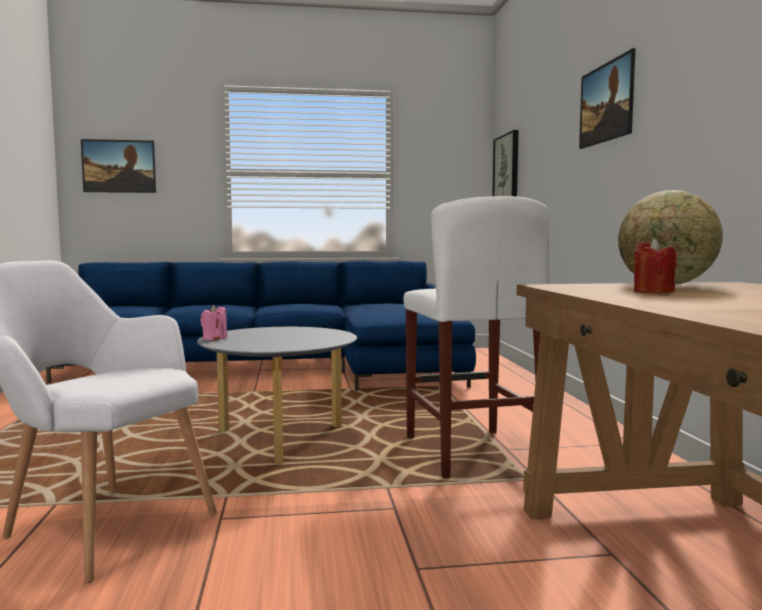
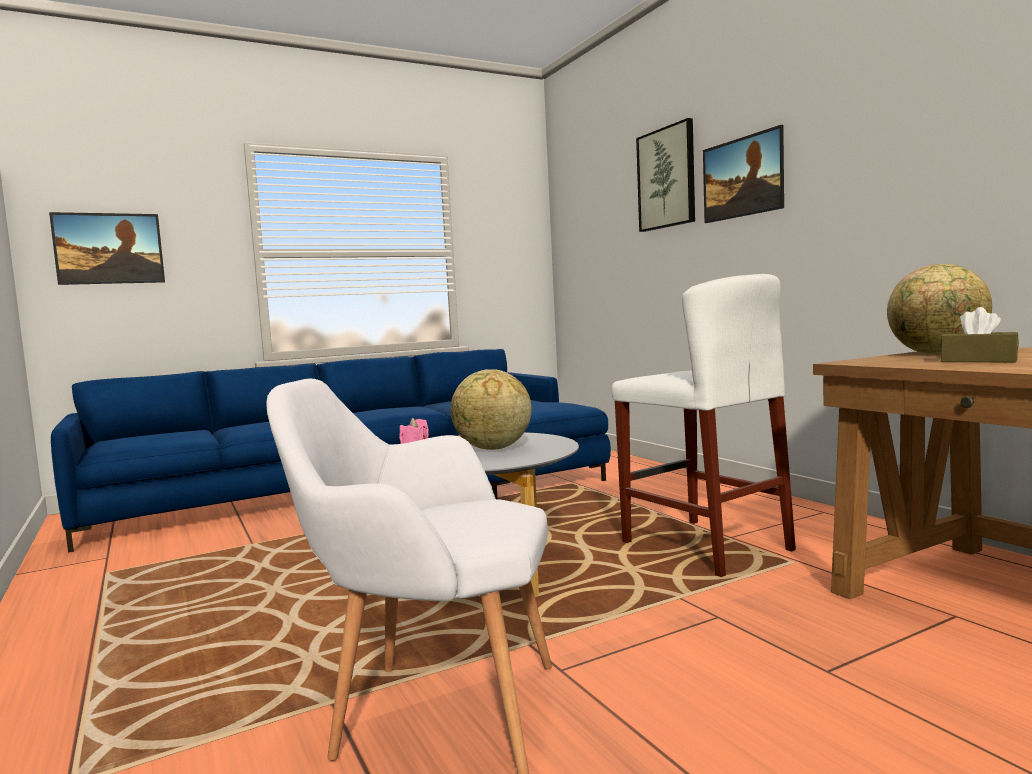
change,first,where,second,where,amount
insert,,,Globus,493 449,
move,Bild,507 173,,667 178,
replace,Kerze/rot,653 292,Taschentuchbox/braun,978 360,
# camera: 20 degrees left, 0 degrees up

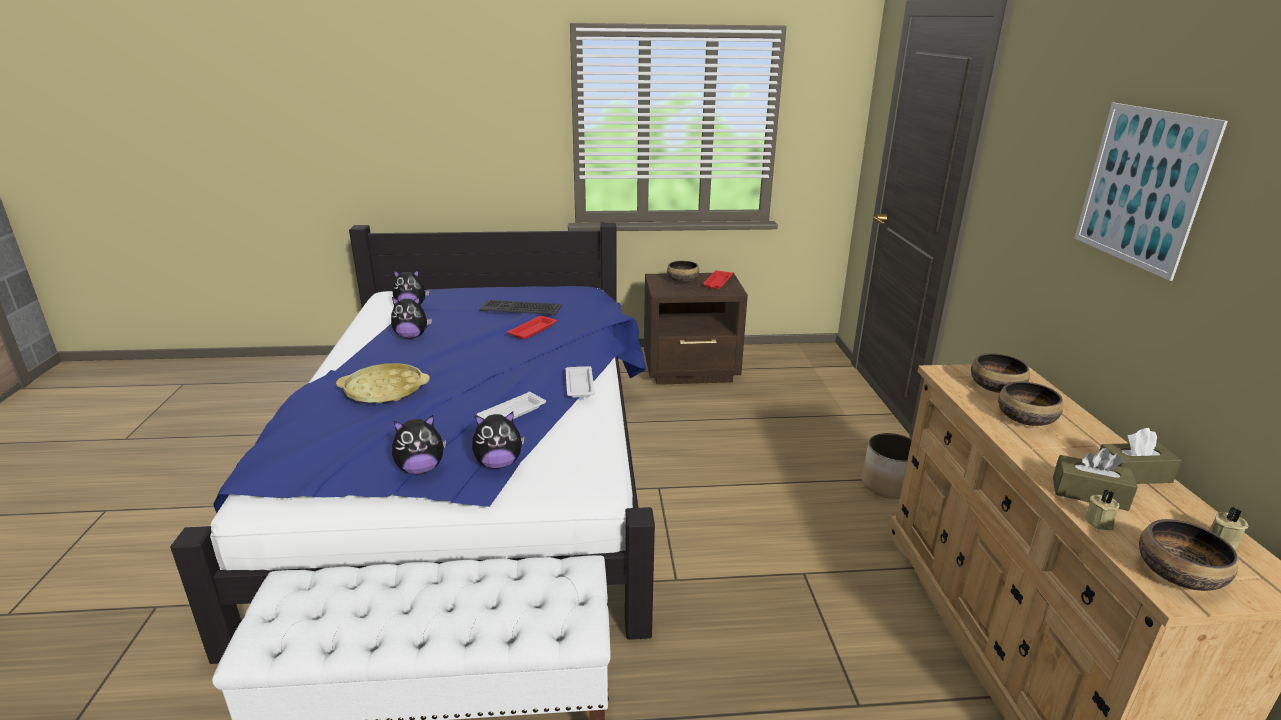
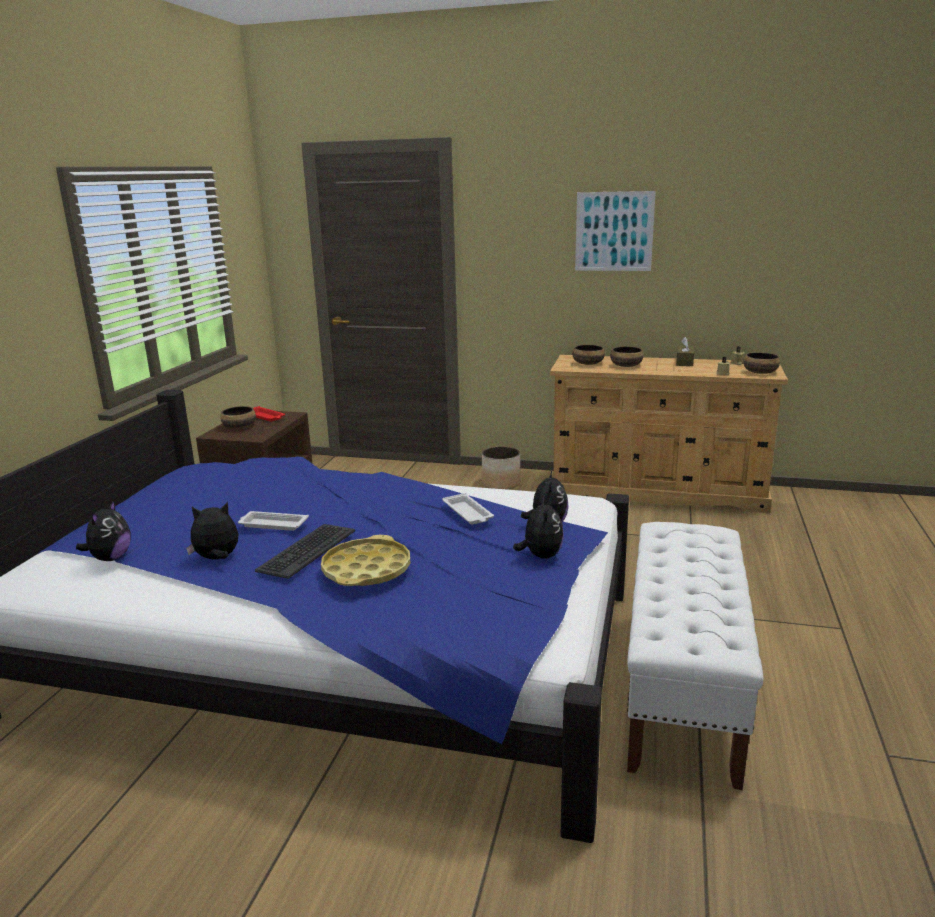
change,first,where,second,where,amount
rotate,Plüschtier,411 336,,217 559,120 degrees counterclockwise
move,Tablett/weiß,579 385,,272 524,
move,Tastatur,521 308,,306 551,
delete,Tablett/rot,533 330,,,
delete,Taschentuchbox/braun,1089 493,,,
# camera: 70 degrees left, 5 degrees down

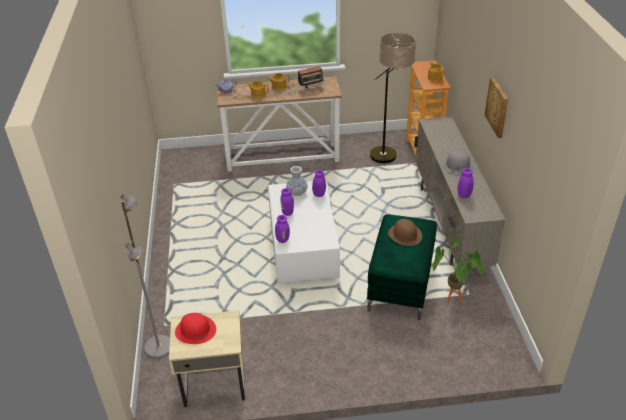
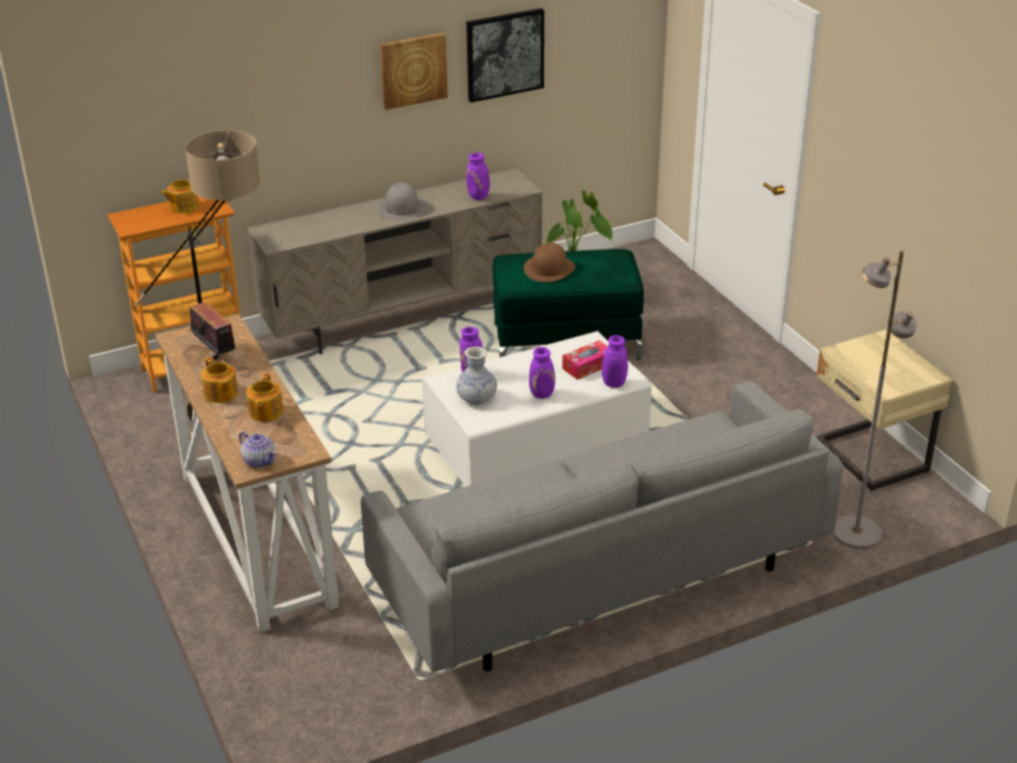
change,first,where,second,where,amount
insert,,,Sofa/grau,599 574,
insert,,,Bild,504 54,
insert,,,Taschentuchbox,588 366,
delete,Hut/rot,195 330,,,
# camera: 110 degrees left, 5 degrees down

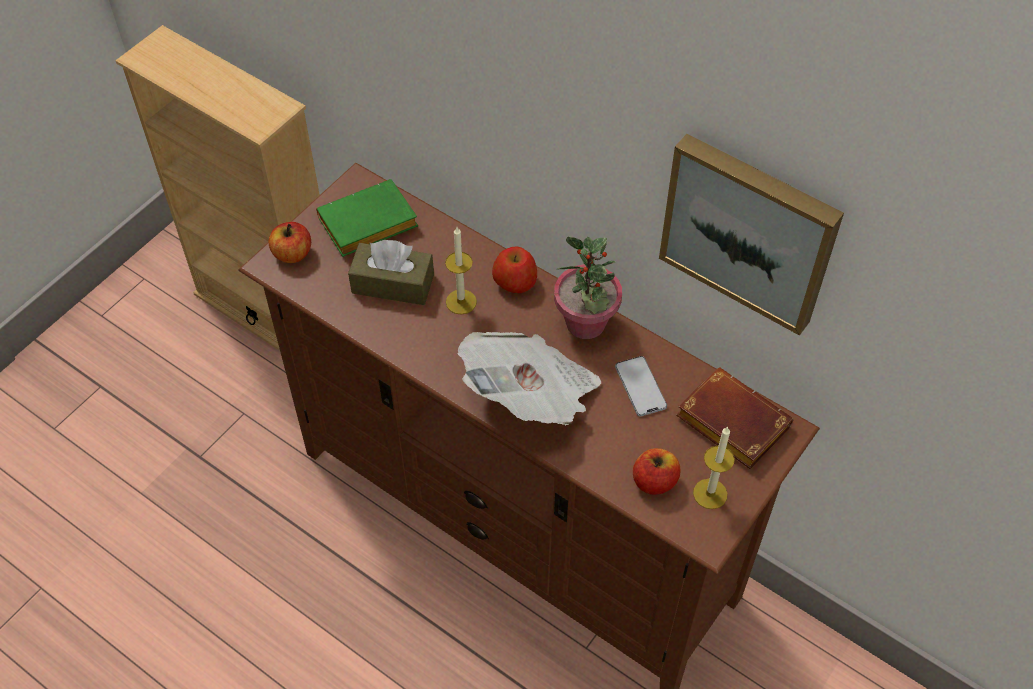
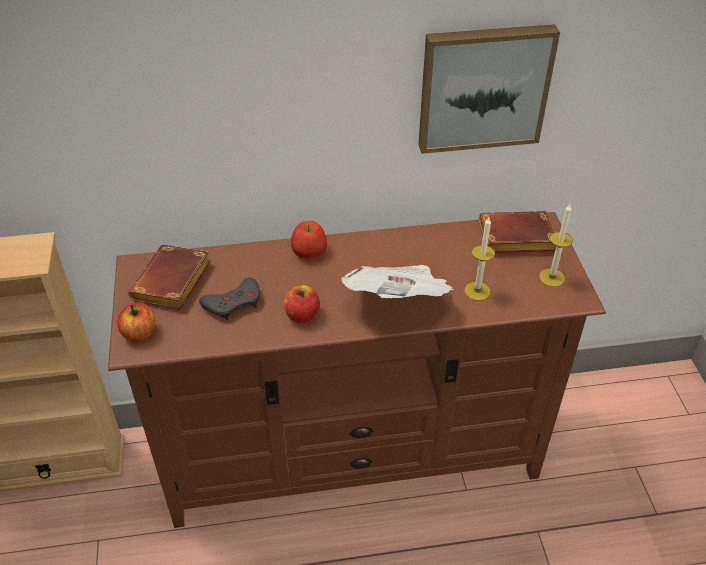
change,first,where,second,where,amount
recolor,Buch/grün,366 226,Buch/braun,173 284,
replace,Taschentuchbox/braun,393 284,Gamepad/grau,233 303,
move,Apfel,654 481,,302 315,
move,Kerze,461 302,,477 291,
delete,Topfpflanze,586 323,,,
delete,Handy,640 387,,,
# camera: 45 degrees left, 10 degrees down

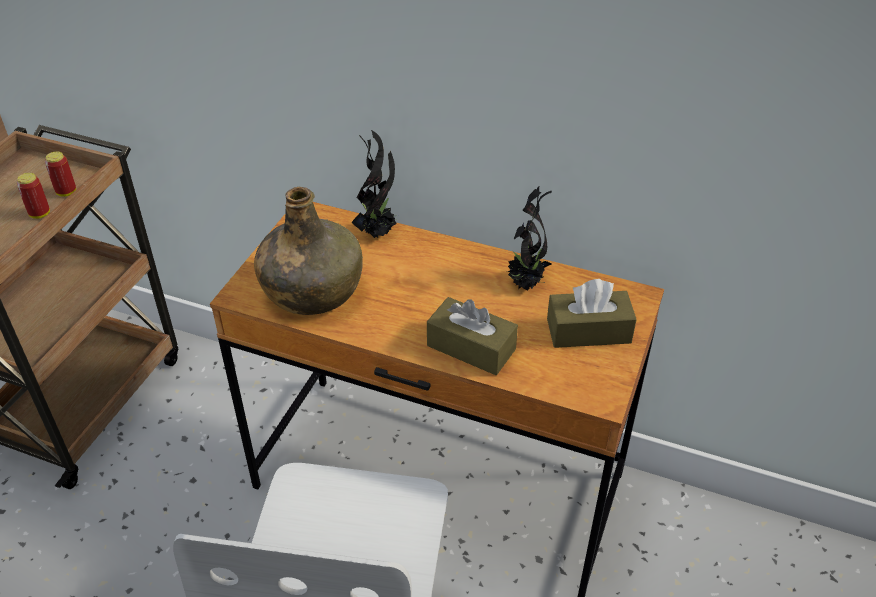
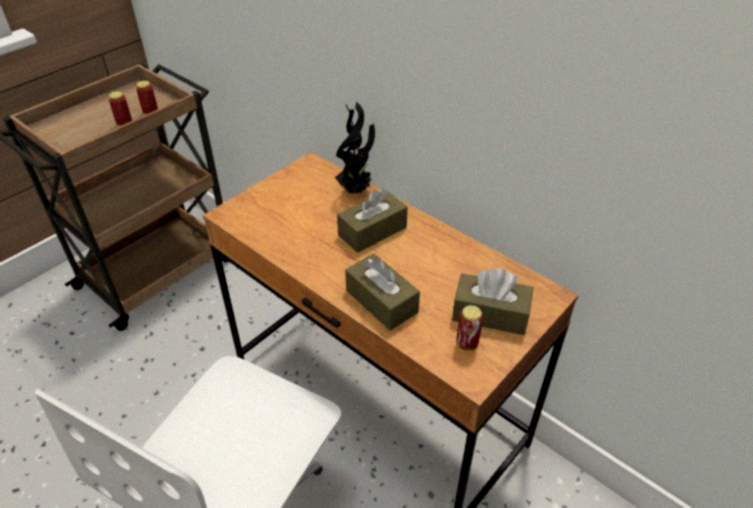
change,first,where,second,where,amount
insert,,,Taschentuchbox/braun,372 231,
insert,,,Dose,467 344,
delete,Flasche/grün,312 290,,,
delete,Topfpflanze,526 284,,,
# camera: 20 degrees right, 0 degrees up

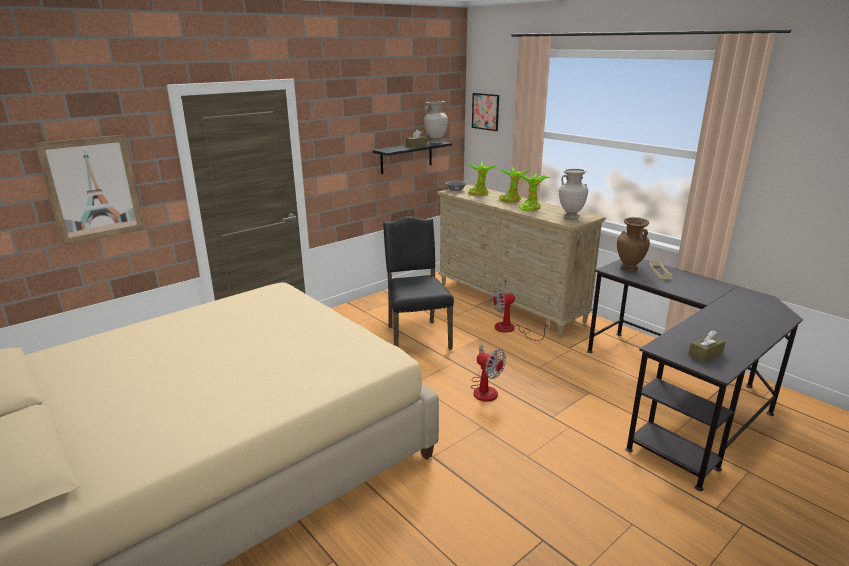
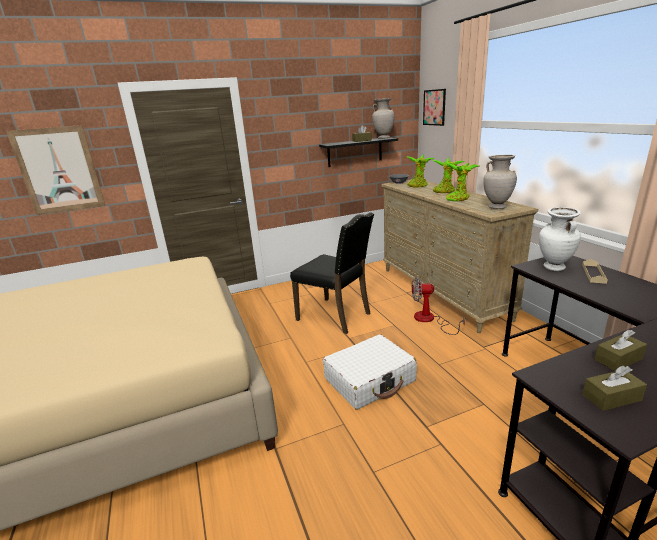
change,first,where,second,where,amount
rotate,Stuhl/schwarz,416 336,,336 316,120 degrees clockwise
replace,Ventilator,485 389,Koffer/weiß,370 380,
recolor,Vase/braun,628 269,Vase/weiß,553 267,
insert,,,Taschentuchbox/braun,618 359,
# camera: 20 degrees right, 0 degrees up

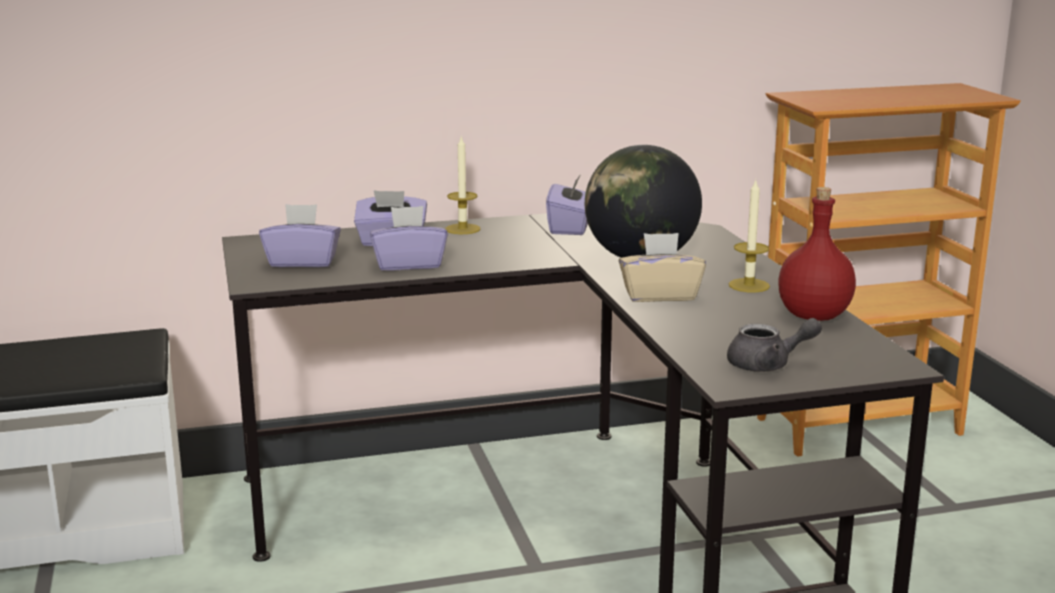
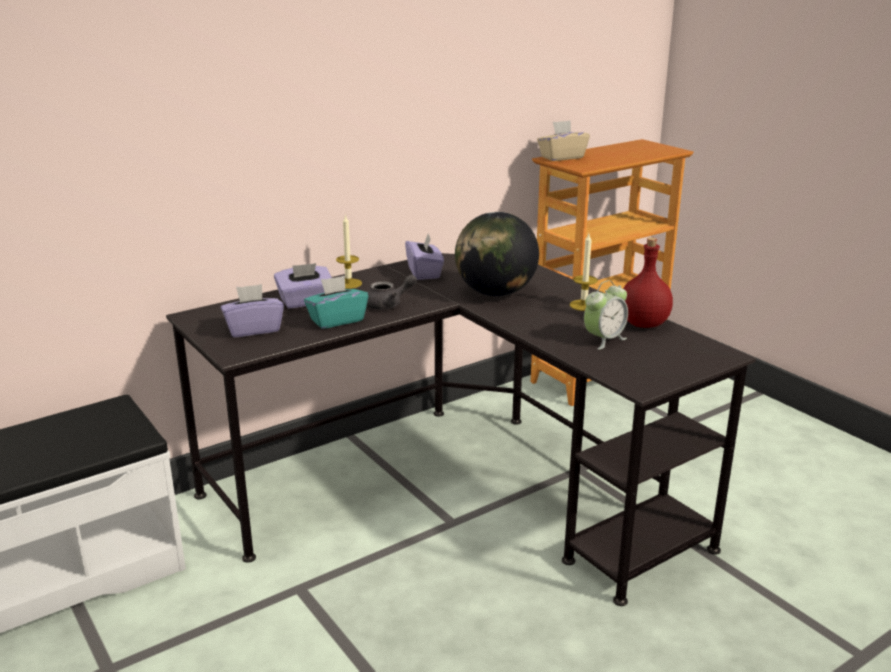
change,first,where,second,where,amount
recolor,Taschentuchbox/lila,409 264,Taschentuchbox/türkis,337 320,
move,Teekanne/grau,768 365,,389 305,
move,Taschentuchbox/beige,659 295,,561 157,
insert,,,Wecker,604 340,
# camera: 20 degrees left, 5 degrees up

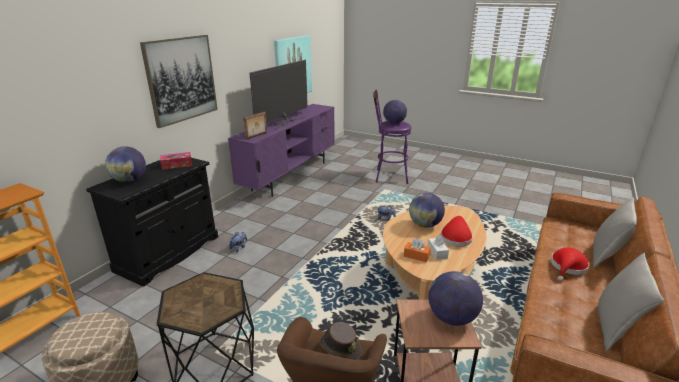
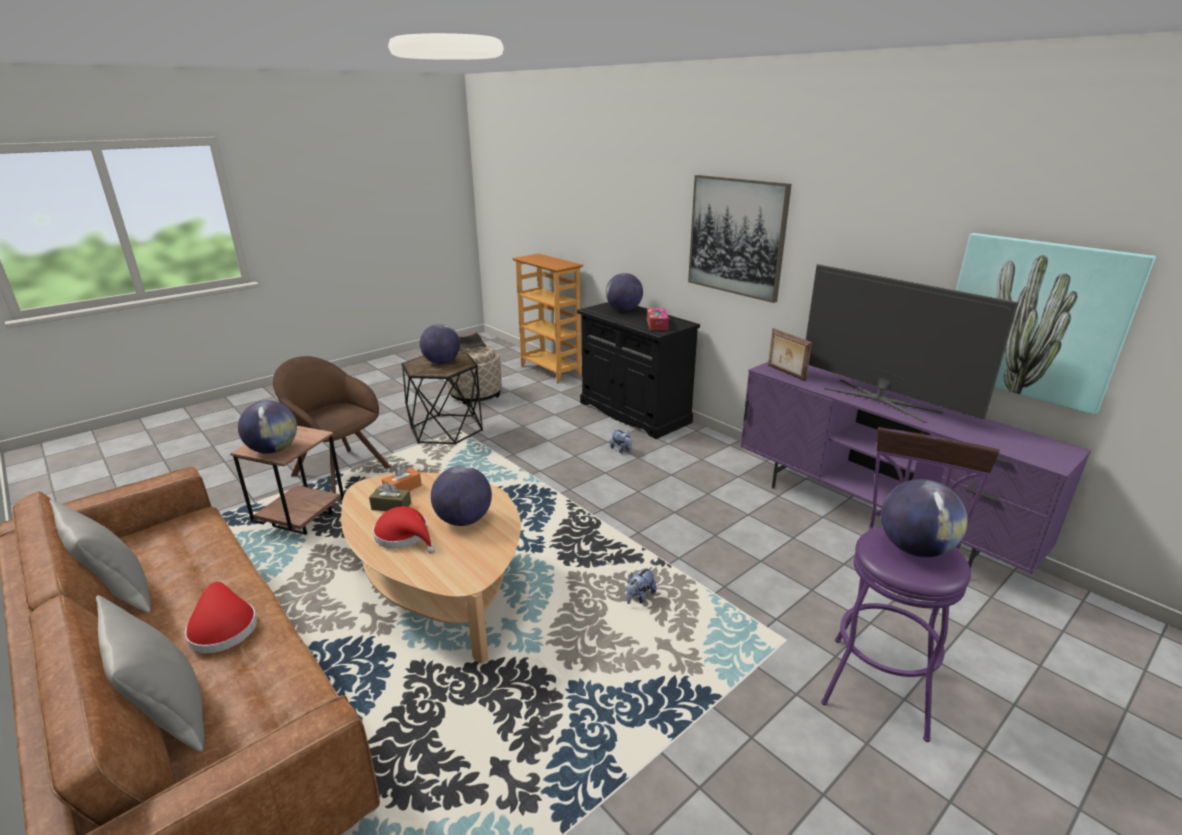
change,first,where,second,where,amount
recolor,Taschentuchbox/weiß,437 252,Taschentuchbox/braun,391 506,
insert,,,Globus,442 362,
move,Hut/braun,340 347,,471 348,
# camera: 110 degrees right, 0 degrees up

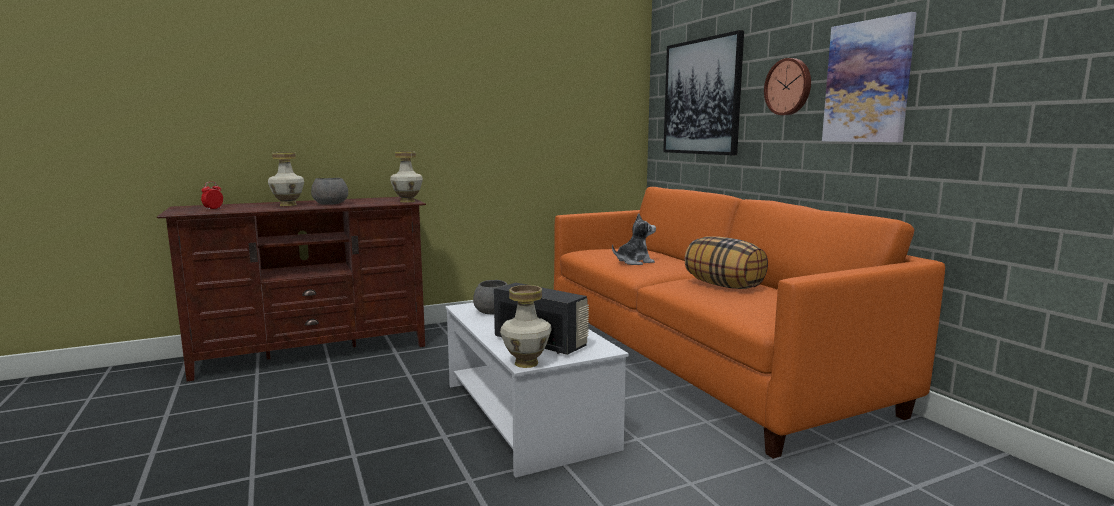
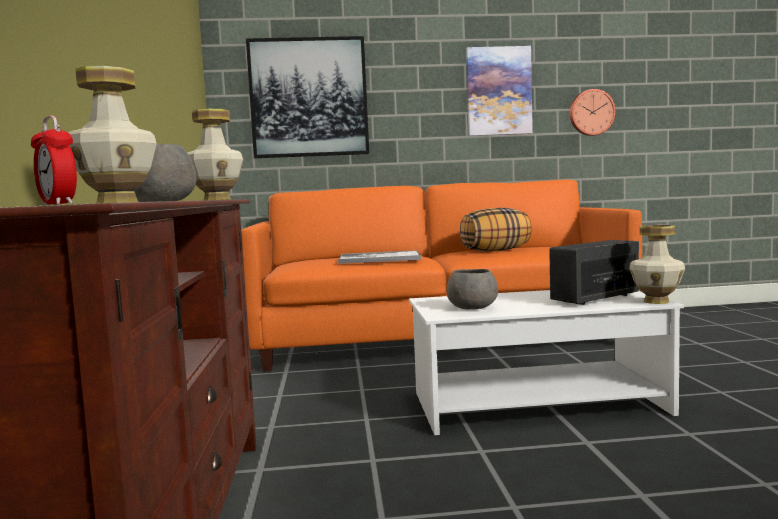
change,first,where,second,where,amount
replace,Plüschtier,634 262,Tablett,378 259,
move,Wanduhr,789 87,,591 112,
# camera: 70 degrees left, 5 degrees down

